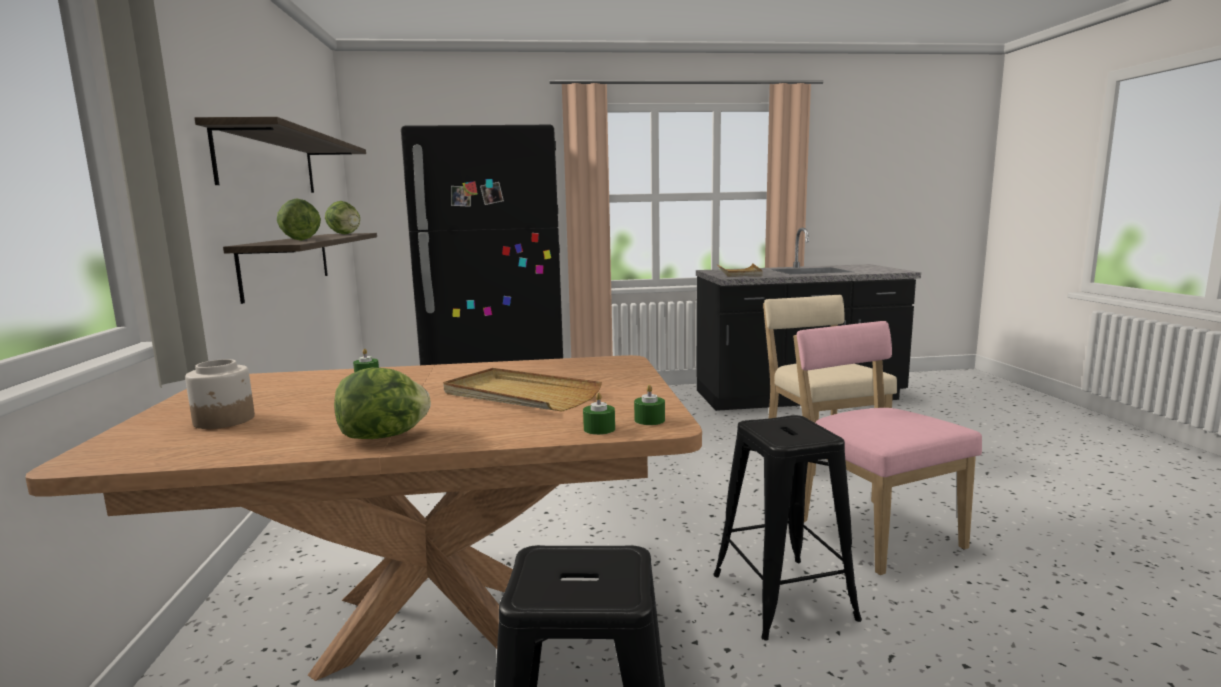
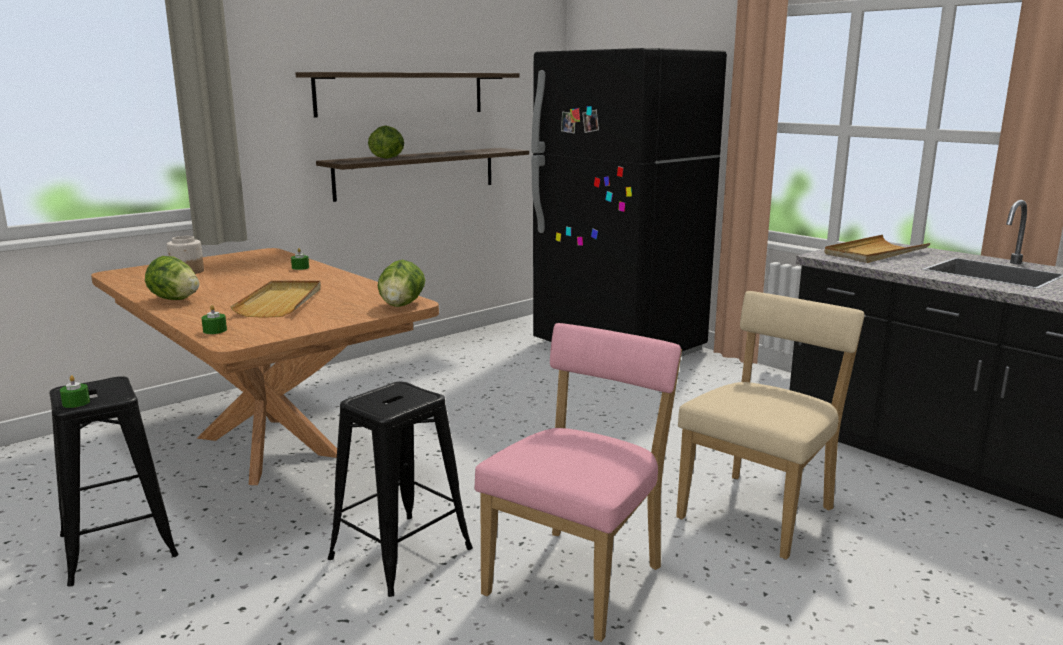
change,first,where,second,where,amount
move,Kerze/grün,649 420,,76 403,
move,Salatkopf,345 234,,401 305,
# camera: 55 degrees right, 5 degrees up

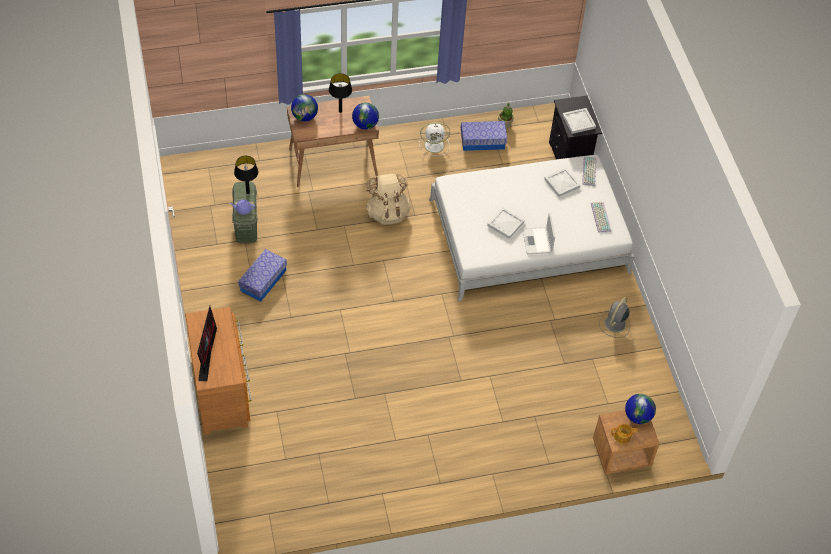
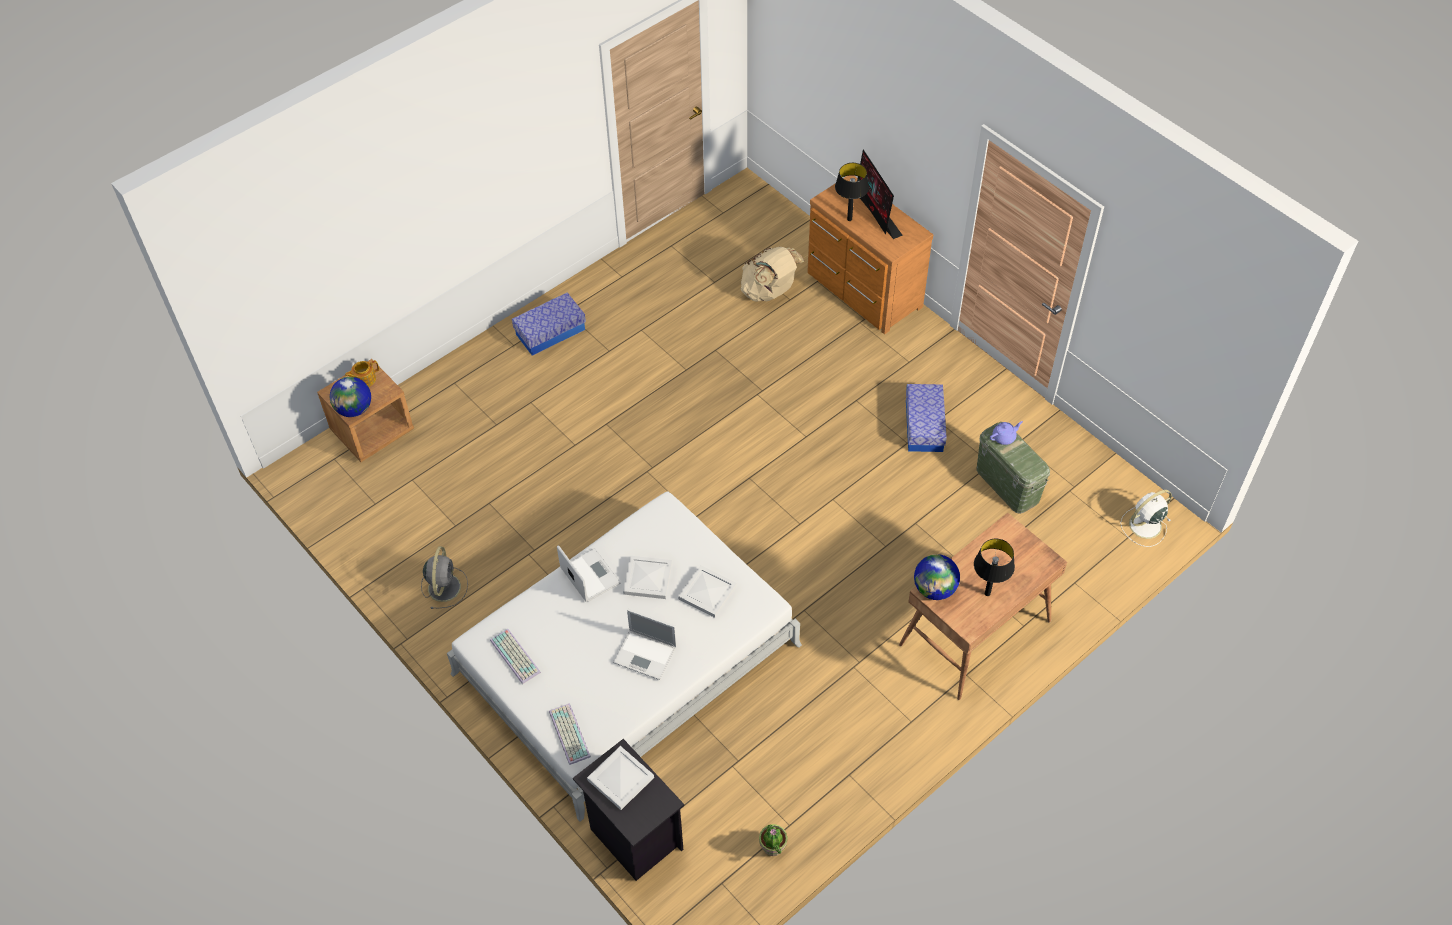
change,first,where,second,where,amount
move,Aufbewahrungsbox,482 141,,550 332,
insert,,,Laptop,646 655,
move,Tablett/weiß,562 183,,706 593,
move,Rucksack/beige,387 213,,769 292,
move,Tischlampe/schwarz,247 192,,849 219,
move,Ventilator/weiß,435 145,,1144 526,
delete,Globus,305 117,,,
# camera: 155 degrees right, 0 degrees up

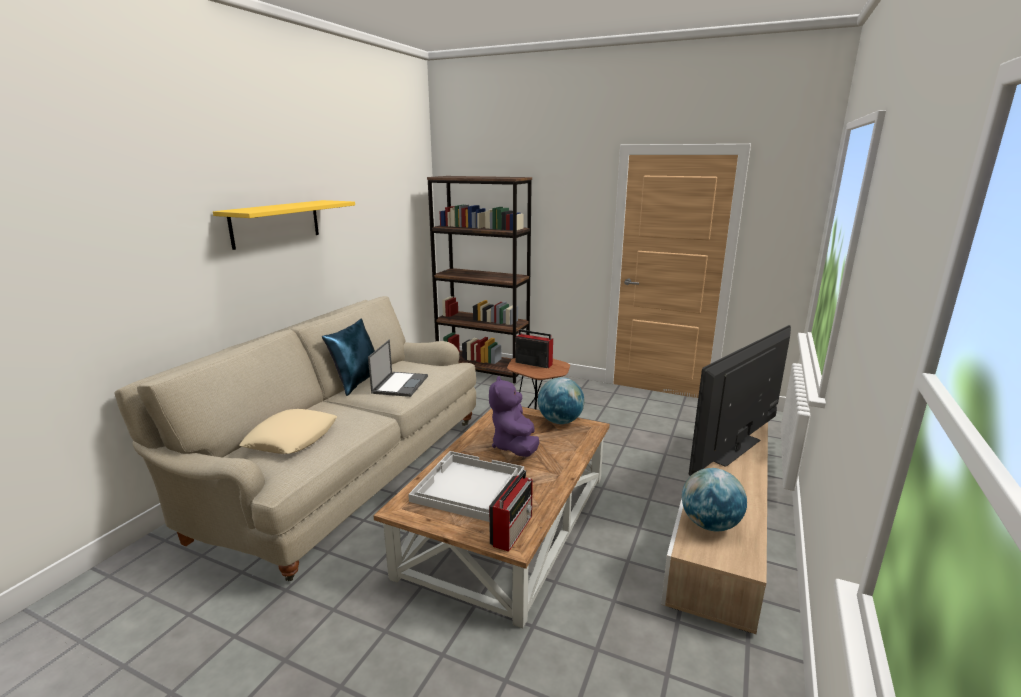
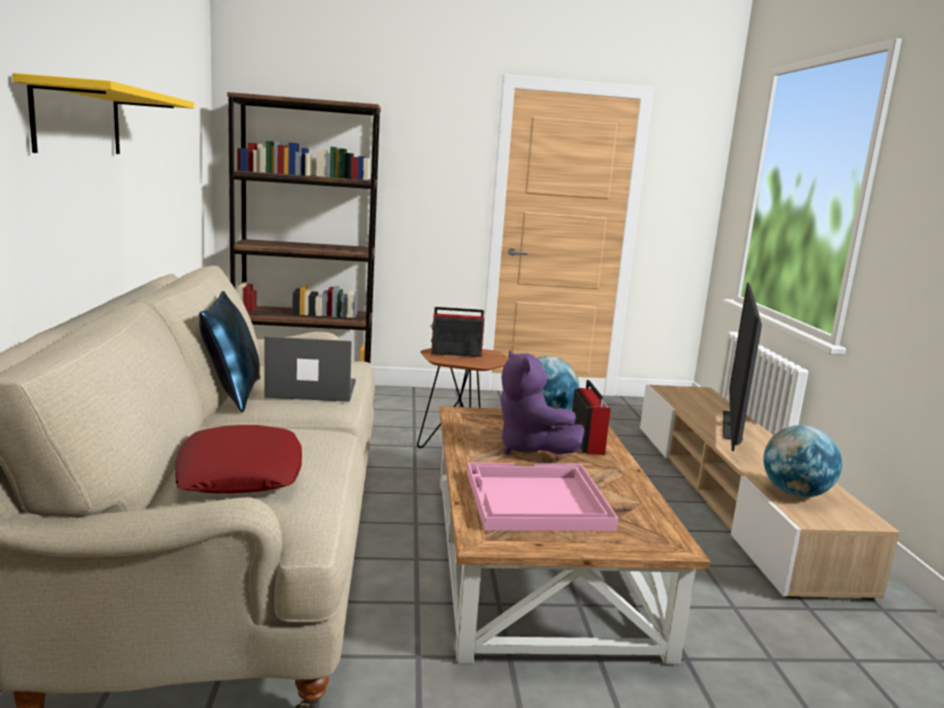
change,first,where,second,where,amount
recolor,Kissen/beige,292 438,Kissen/rot,240 472,
rotate,Laptop,400 384,,310 390,75 degrees counterclockwise
recolor,Tablett/weiß,467 487,Tablett/rosa,535 500,
move,Radio,512 529,,586 442,
# camera: 30 degrees left, 5 degrees down

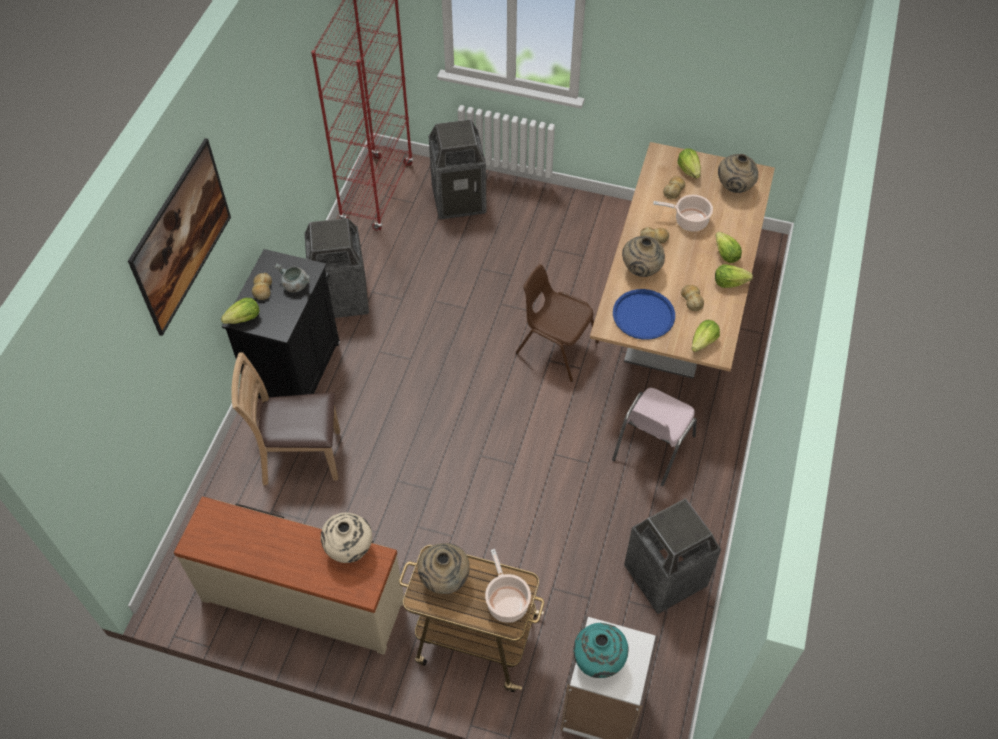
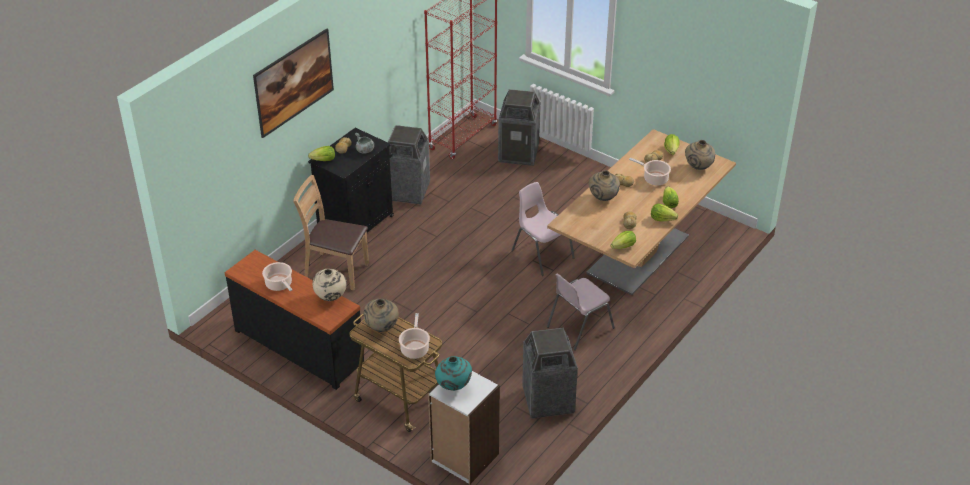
change,first,where,second,where,amount
recolor,Kommode/beige,304 597,Kommode/schwarz,300 346,
insert,,,Kochtopf,279 285,
recolor,Stuhl/braun,555 347,Stuhl/rosa,541 254,
delete,Tablett/blau,643 315,,,
# camera: 20 degrees right, 15 degrees down

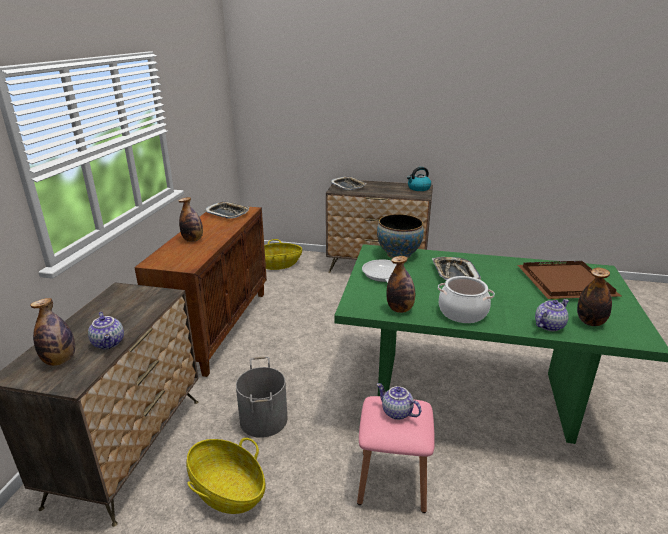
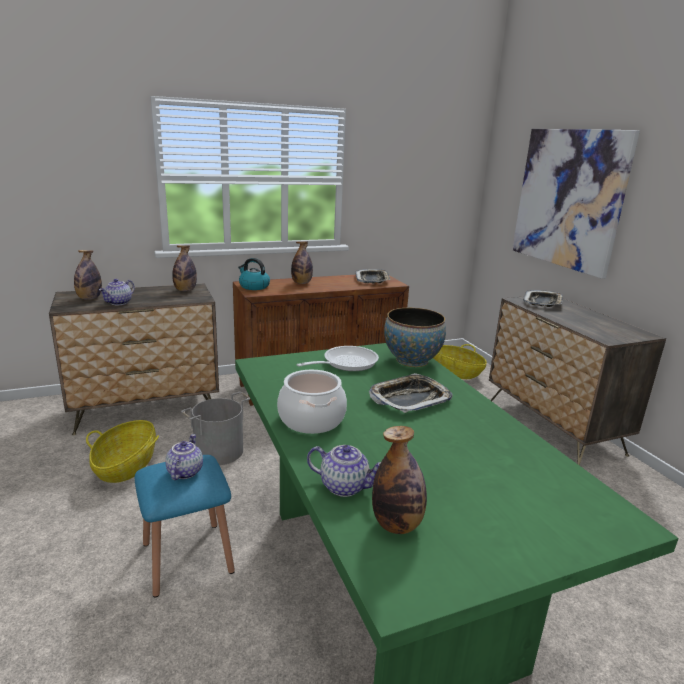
change,first,where,second,where,amount
recolor,Hocker/rosa,392 480,Hocker/blau,187 557,
move,Flasche,400 309,,185 290,
move,Wasserkessel,418 188,,253 286,
insert,,,Bild,568 199,
delete,Tablett/braun,565 283,,,
# camera: 55 degrees right, 5 degrees down

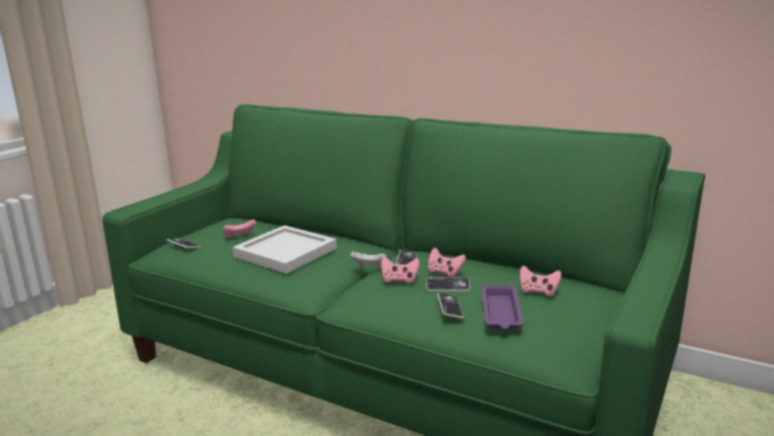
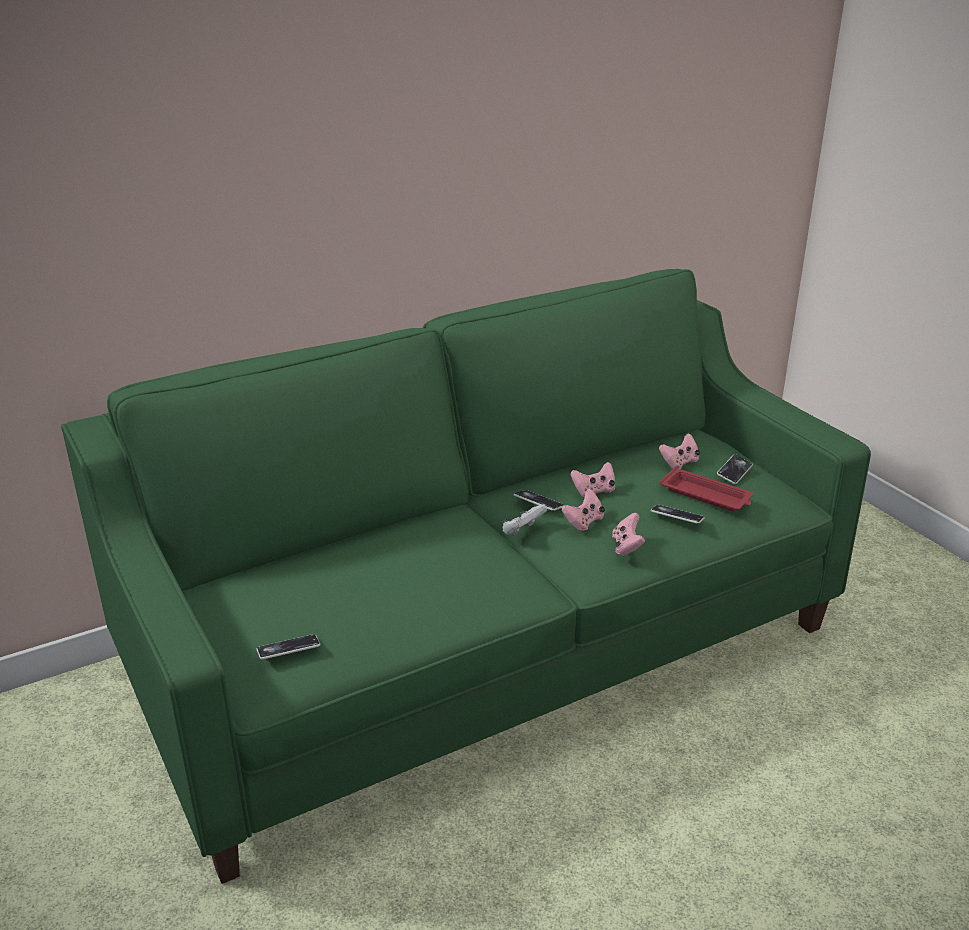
change,first,where,second,where,amount
move,Gamepad/rosa,239 237,,626 547,
recolor,Tablett/lila,501 312,Tablett/rot,706 496,
move,Handy,448 287,,734 472,
delete,Tablett/weiß,284 252,,,
# camera: 60 degrees left, 10 degrees up

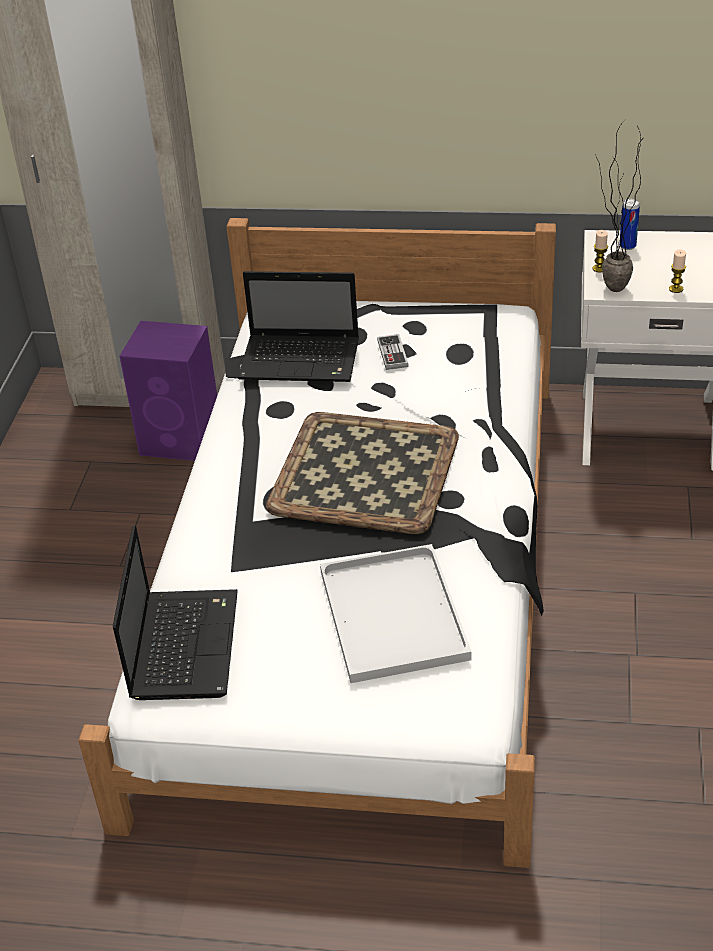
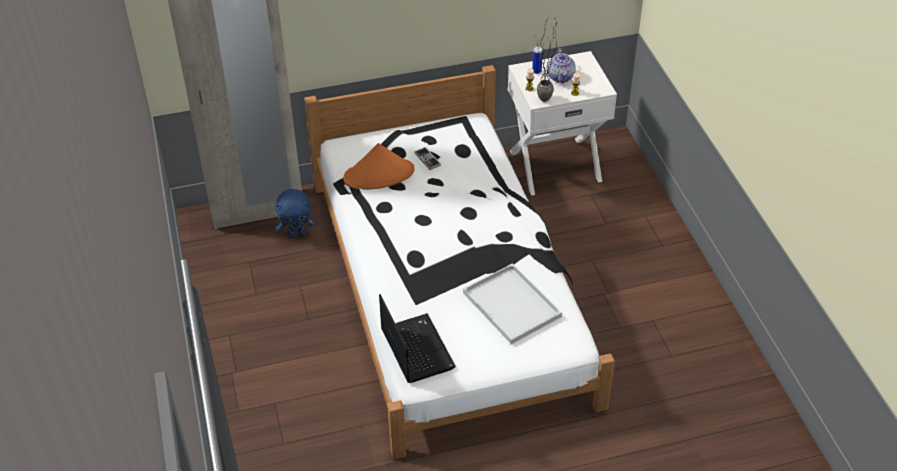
change,first,where,second,where,amount
replace,Lautsprecher/lila,183 440,Plüschtier/blau,297 234,
replace,Laptop,302 360,Hut/orange,379 175,
insert,,,Teekanne,561 77,
delete,Tablett,367 472,,,
# camera: 25 degrees left, 5 degrees up

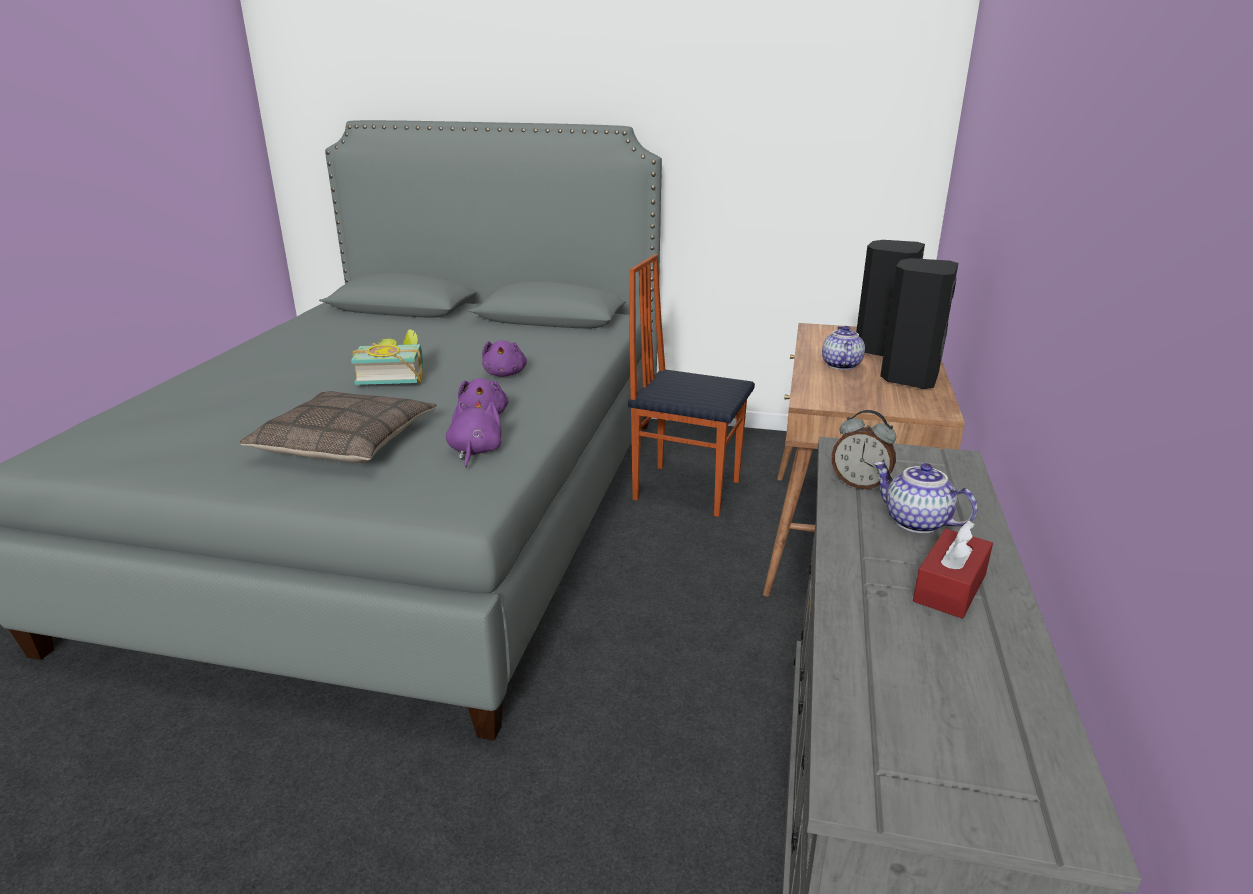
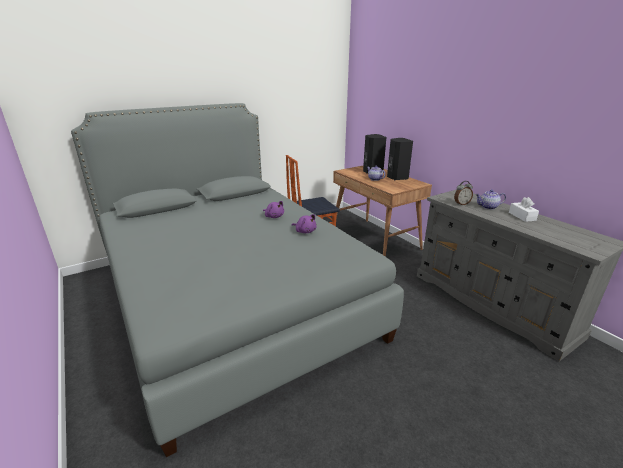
change,first,where,second,where,amount
recolor,Taschentuchbox/rot,950 588,Taschentuchbox/weiß,522 216,
delete,Kissen,346 442,,,
delete,Buch,392 376,,,
delete,Plüschtier/lila,474 452,,,
# camera: 45 degrees left, 0 degrees up

